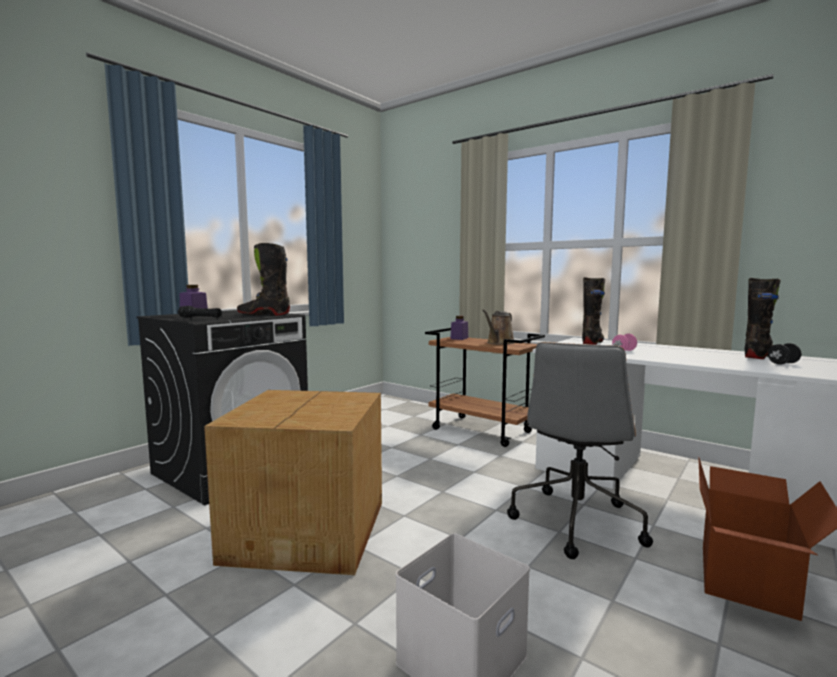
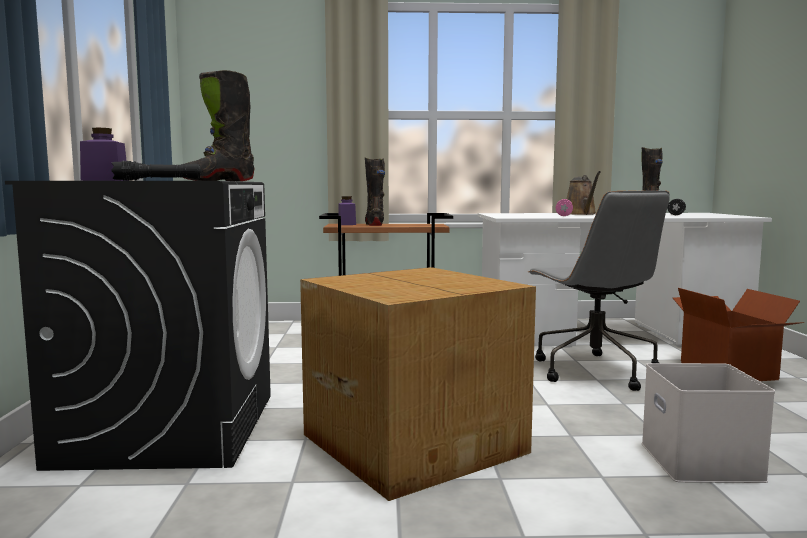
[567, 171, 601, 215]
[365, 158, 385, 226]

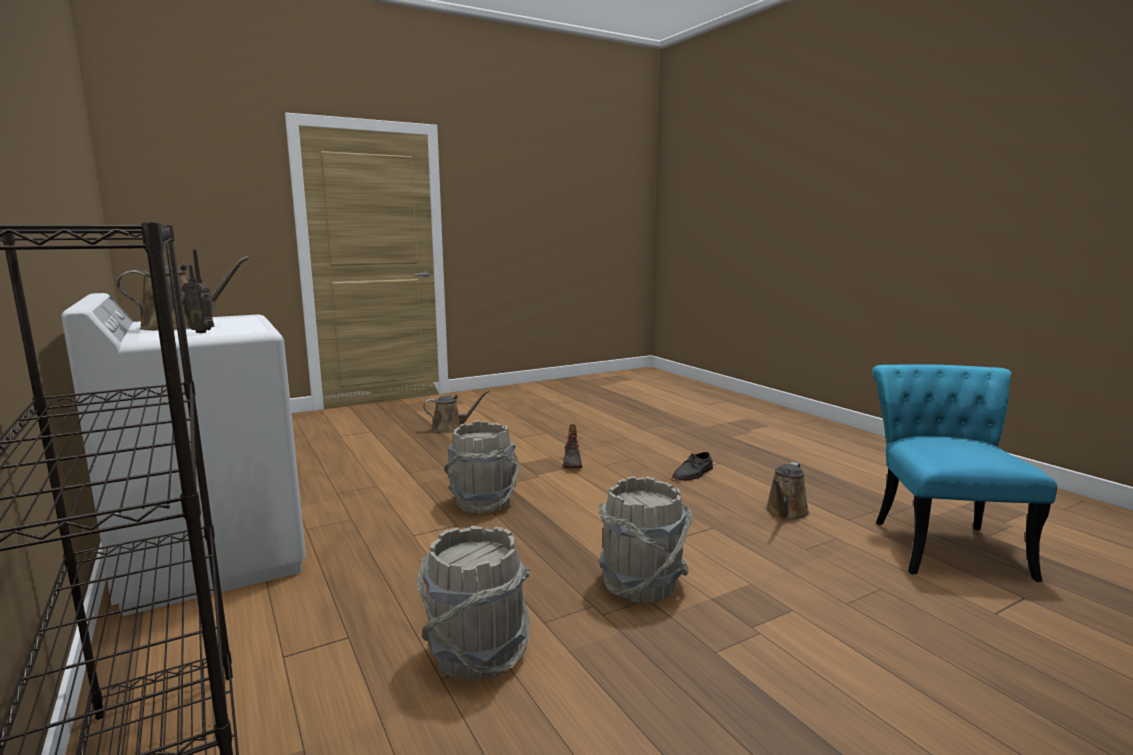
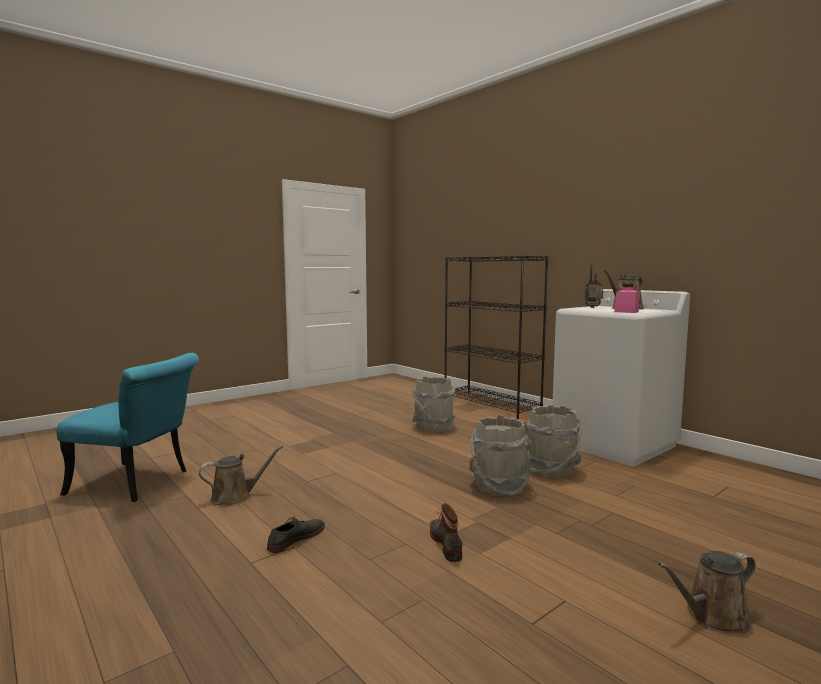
[614, 284, 639, 313]
[524, 405, 582, 479]
[199, 445, 283, 506]
[56, 353, 199, 502]

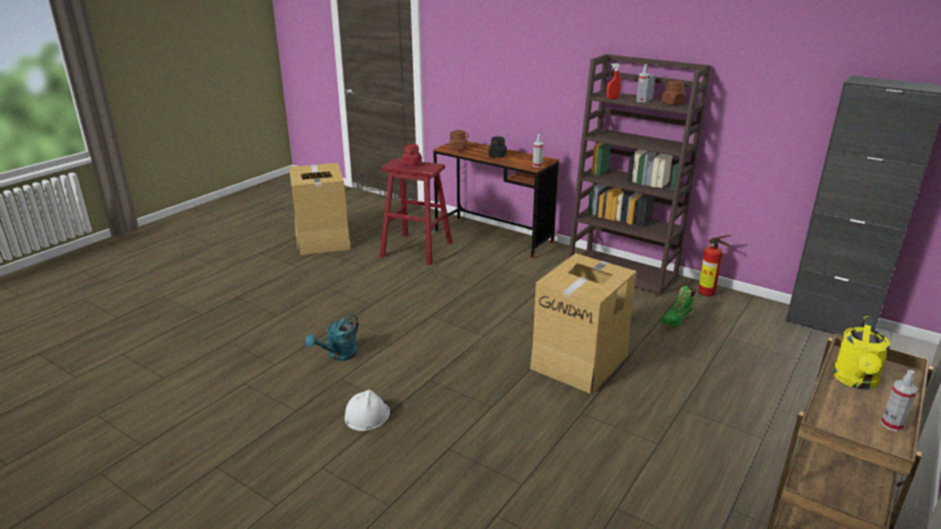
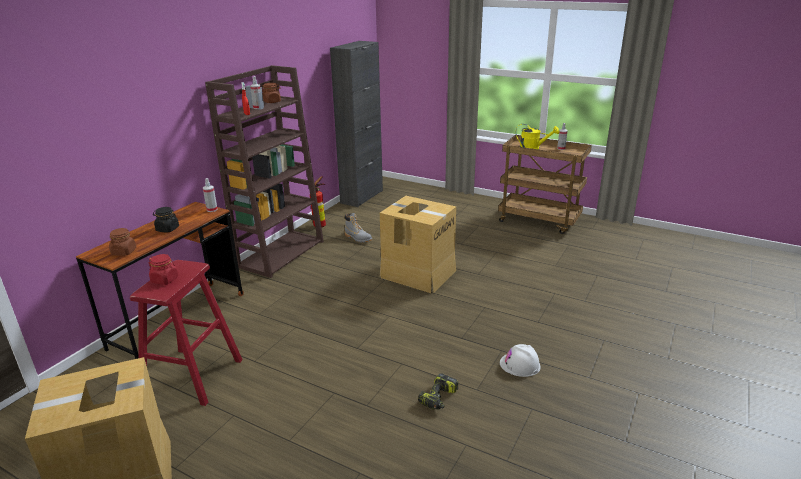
[418, 373, 458, 410]
[345, 213, 372, 243]

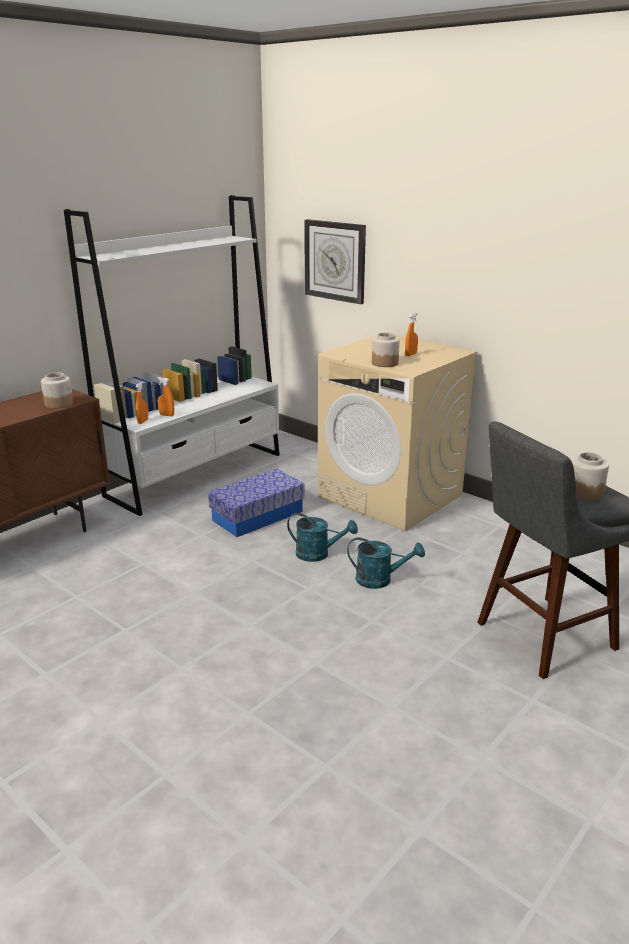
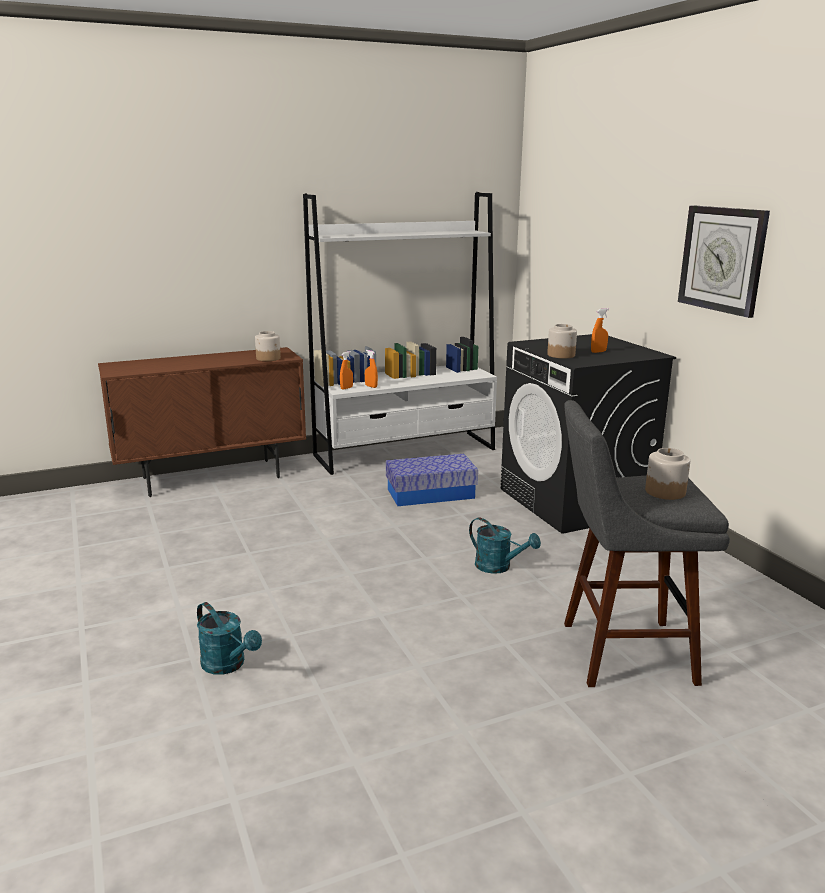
[197, 602, 262, 675]
[678, 205, 770, 318]
[500, 334, 676, 534]

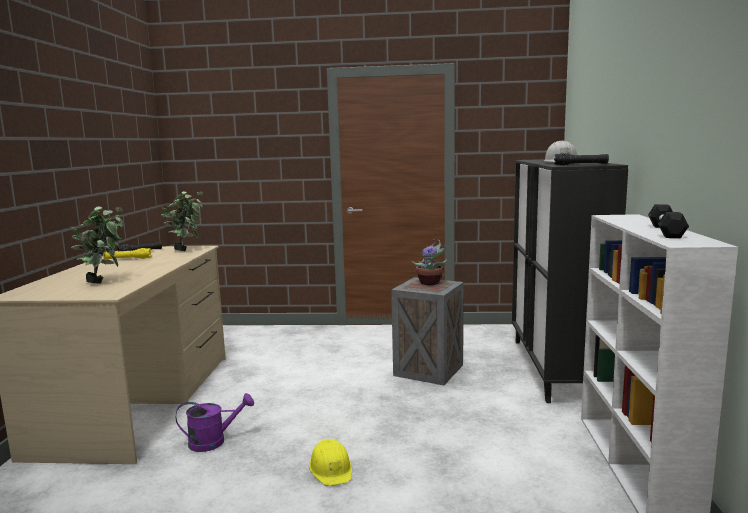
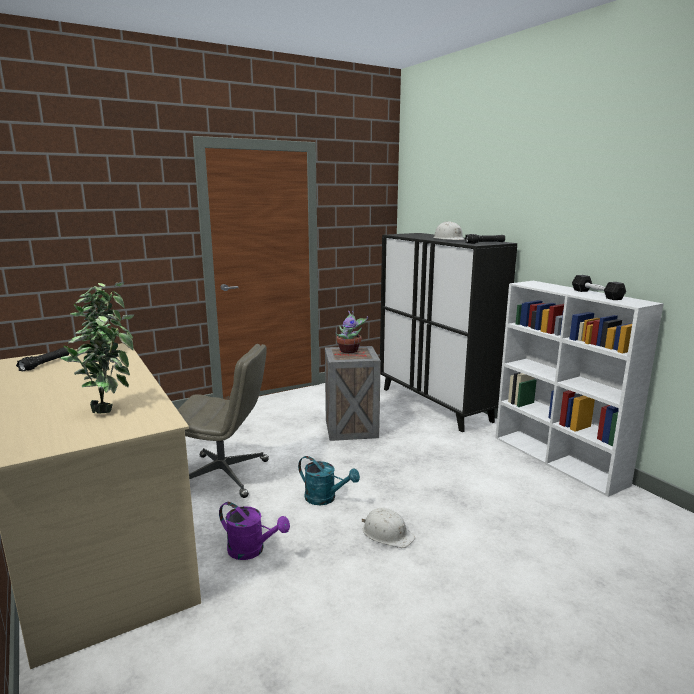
[103, 248, 152, 260] (first image)
[178, 344, 269, 498]
[298, 456, 360, 505]
[362, 508, 415, 548]
[219, 502, 290, 560]

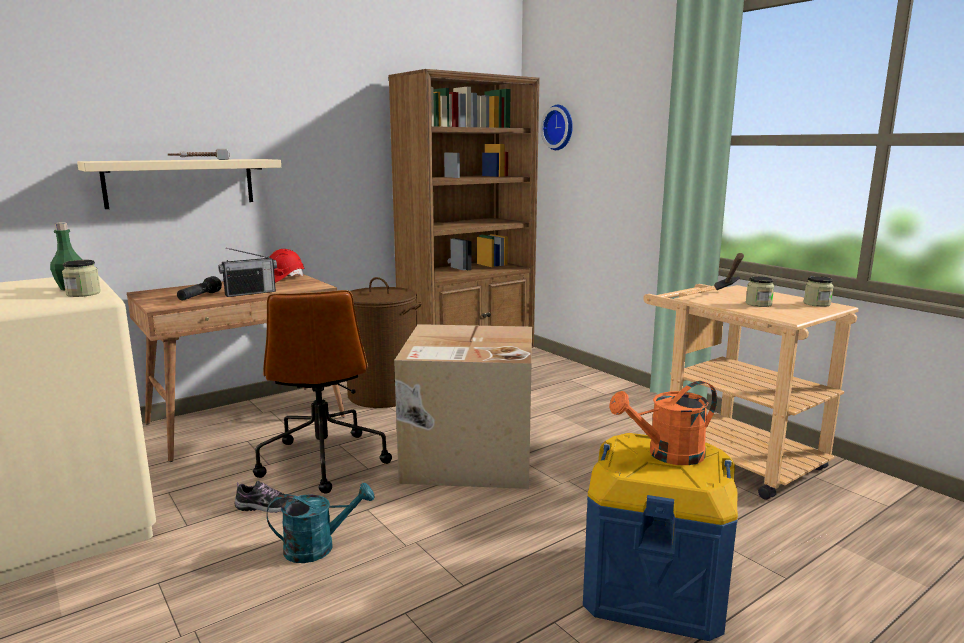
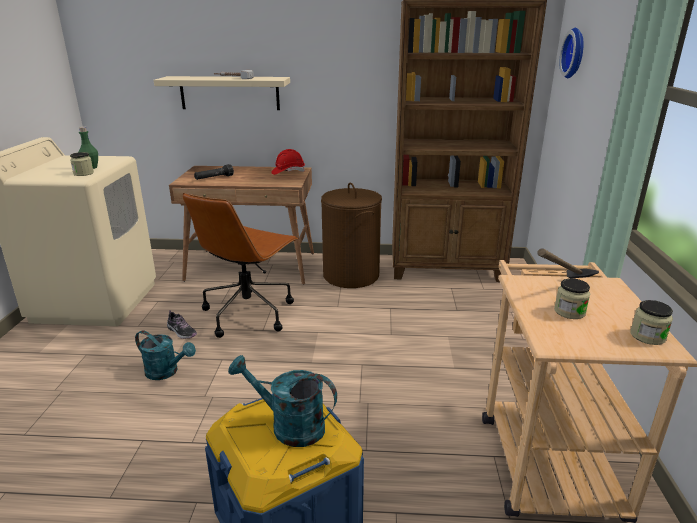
[218, 248, 277, 297] (first image)
[394, 324, 532, 489] (first image)
[228, 355, 337, 447]

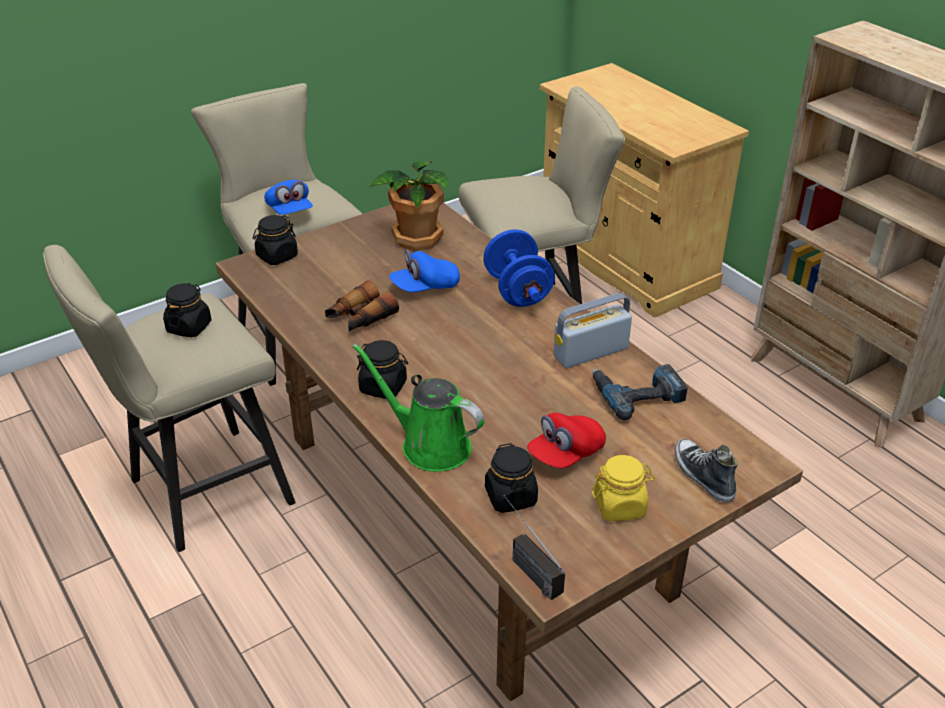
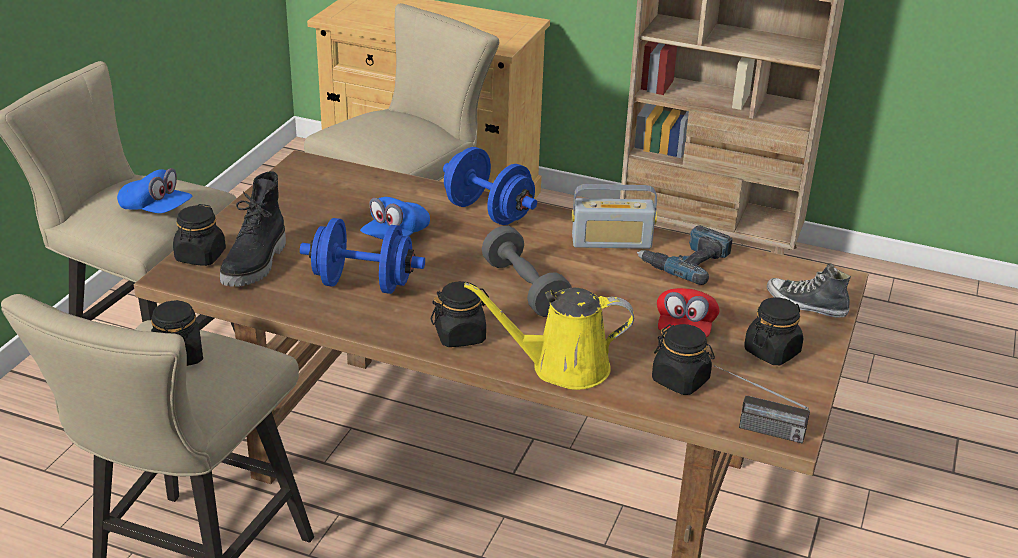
[369, 160, 450, 251] (first image)
[220, 171, 286, 287]
[482, 226, 572, 317]
[300, 218, 425, 294]
[464, 282, 634, 390]
[744, 297, 803, 365]
[572, 184, 657, 249]

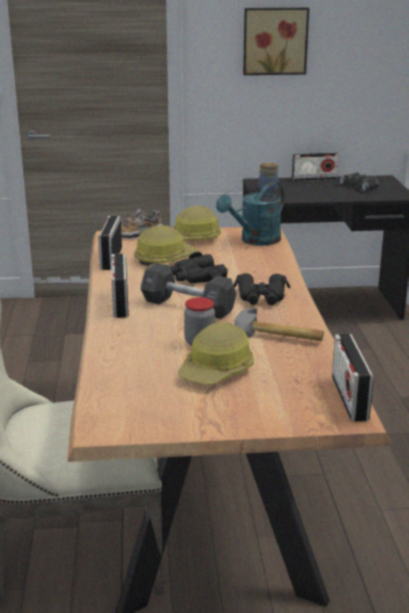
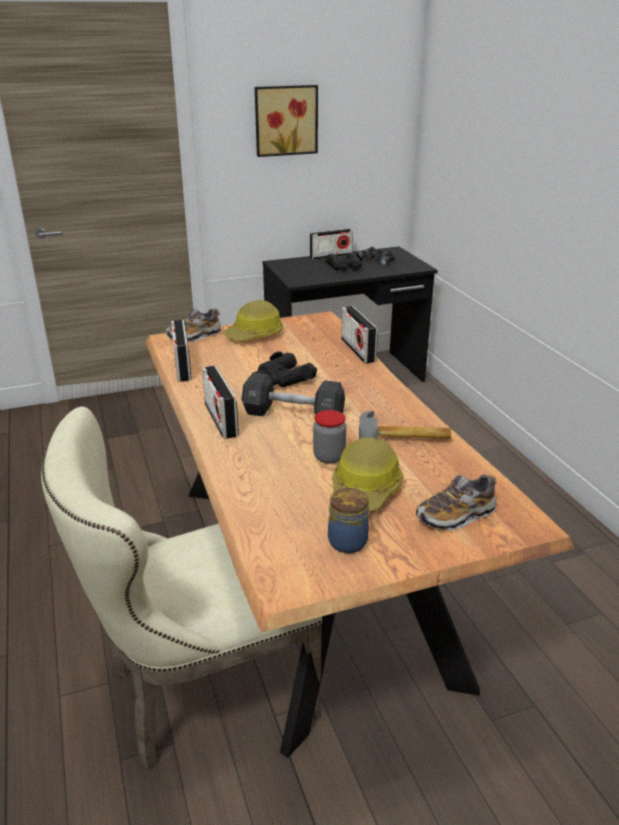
[134, 225, 199, 266] (first image)
[216, 182, 285, 245] (first image)
[416, 474, 497, 530]
[325, 252, 362, 272]
[328, 488, 369, 553]
[341, 306, 378, 363]

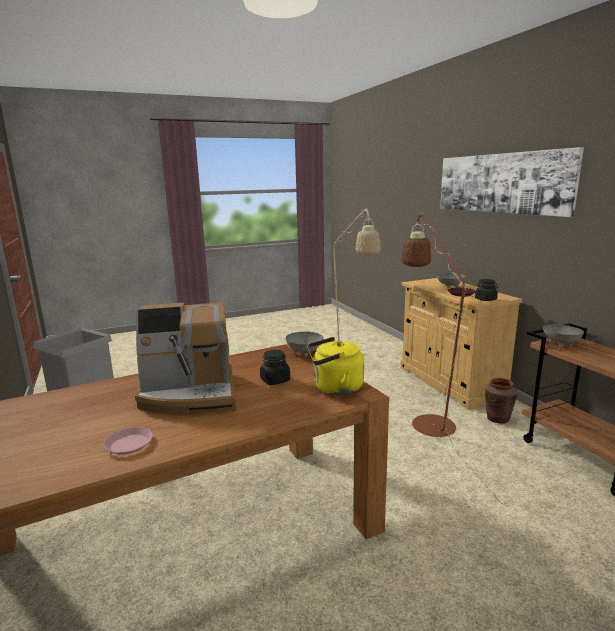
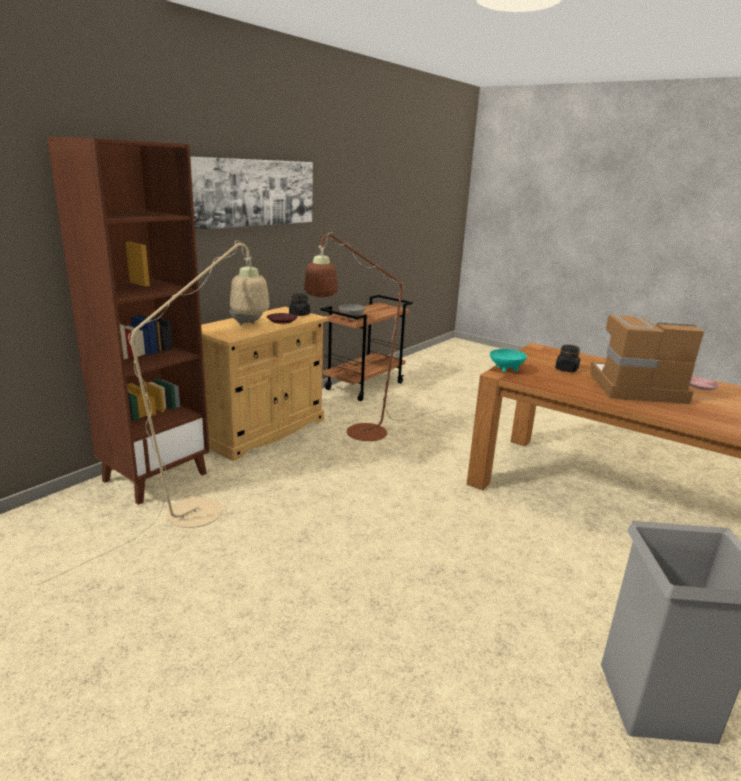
[307, 337, 364, 395] (first image)
[485, 378, 517, 424] (first image)
[47, 137, 209, 505]
[490, 349, 527, 372]
[590, 315, 704, 404]

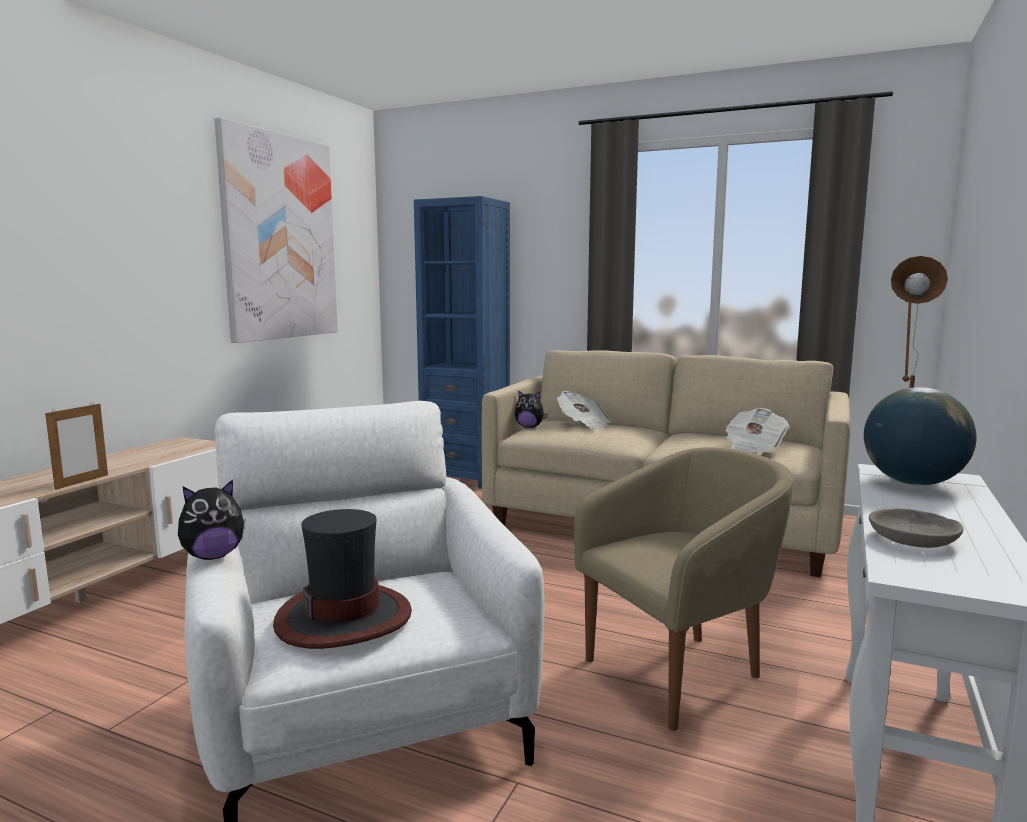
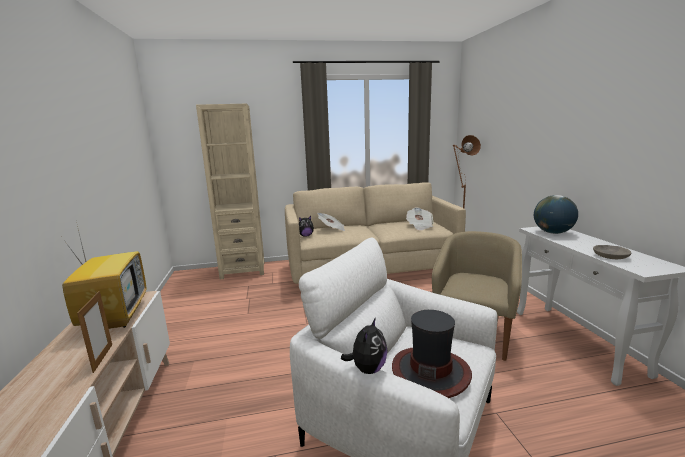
[214, 118, 338, 343] (first image)
[62, 222, 147, 329]
[196, 104, 265, 279]

